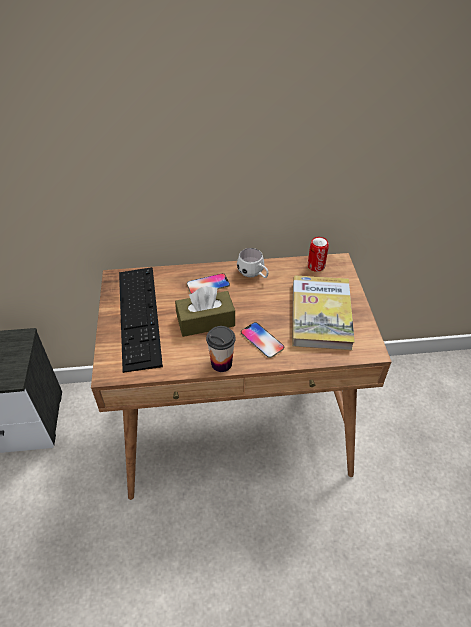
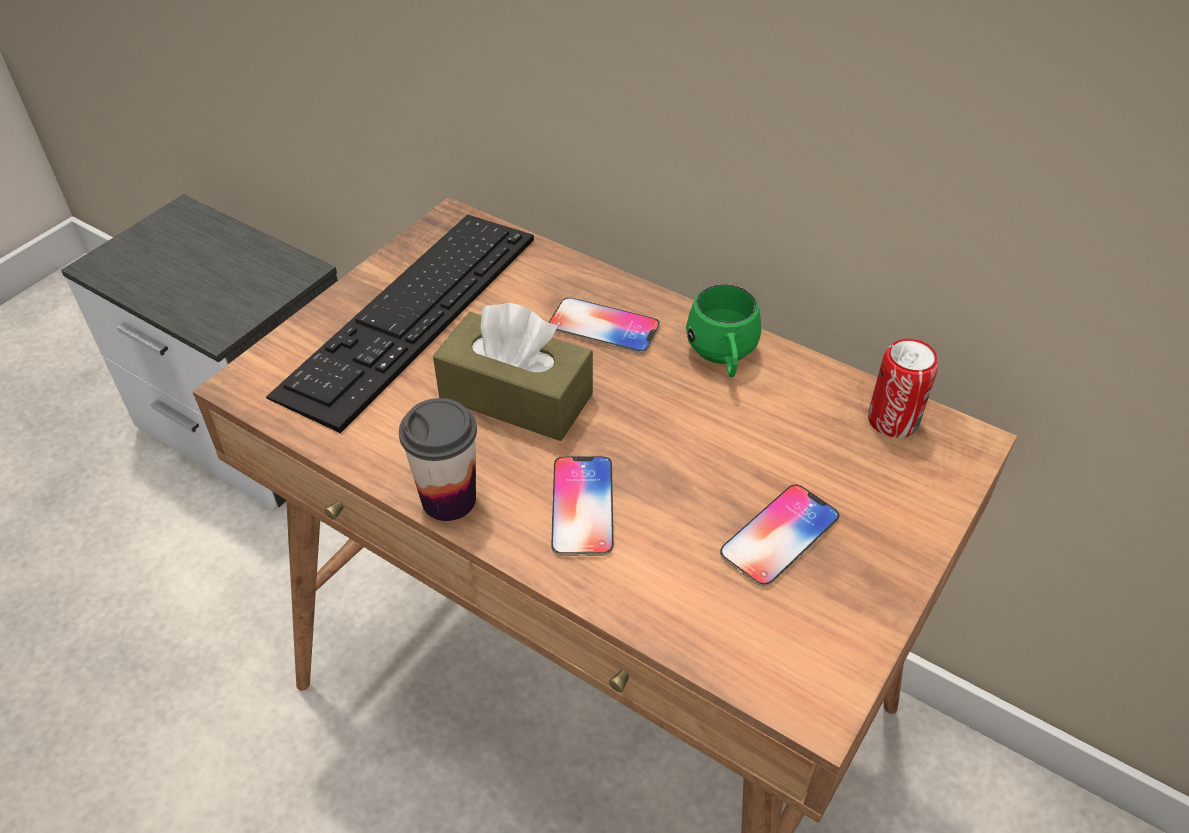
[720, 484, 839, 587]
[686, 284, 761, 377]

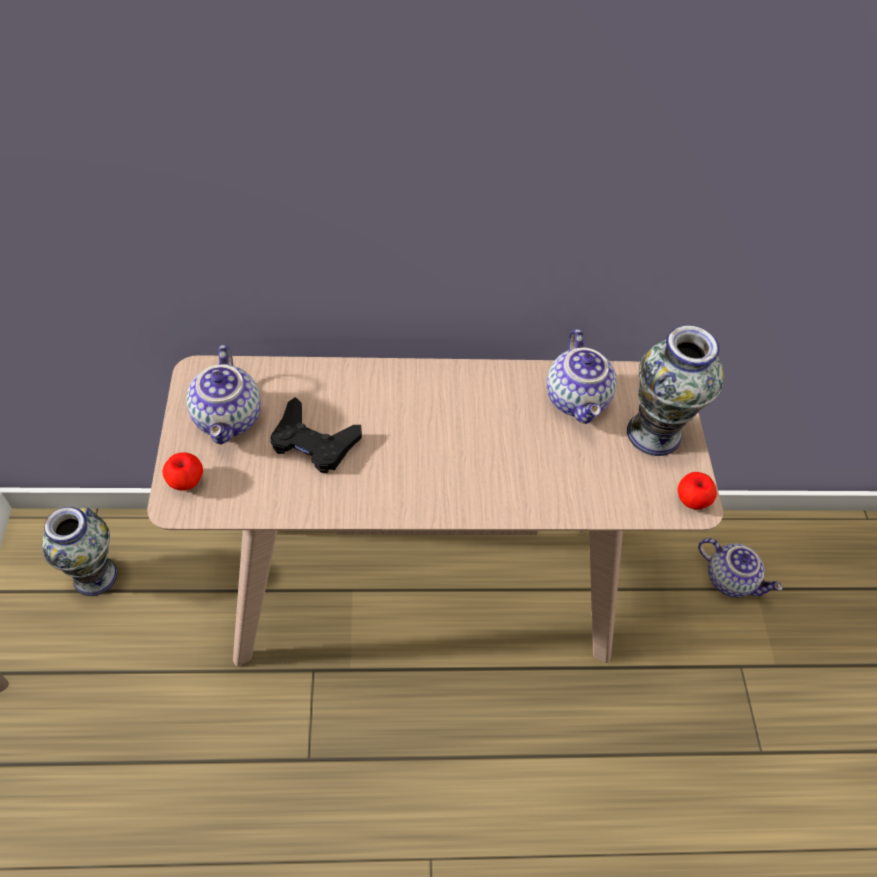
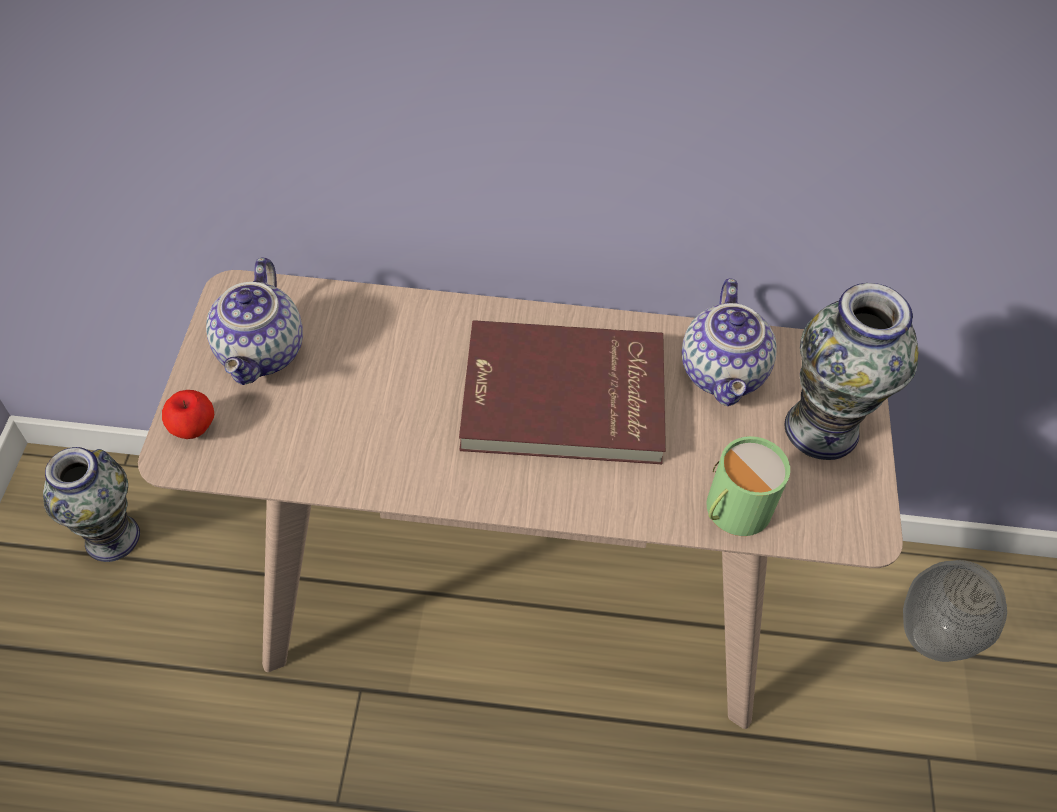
[270, 397, 362, 473] (first image)
[678, 472, 717, 510] (first image)
[459, 320, 666, 464]
[706, 436, 790, 536]
[903, 560, 1007, 662]

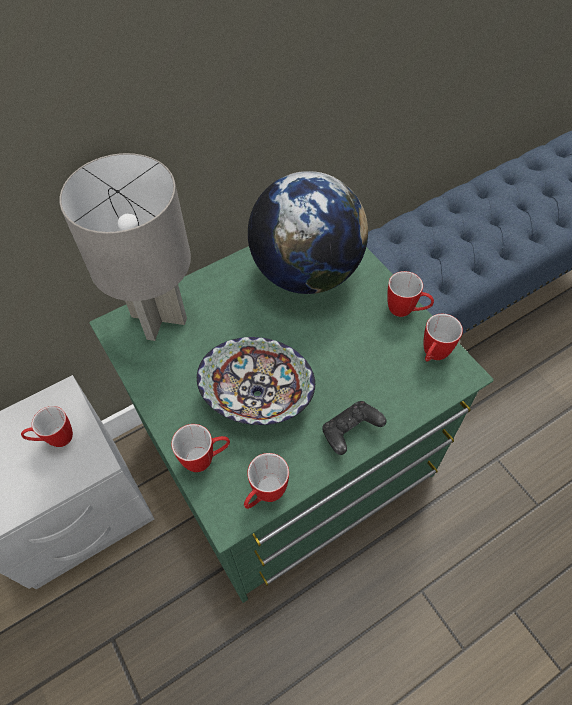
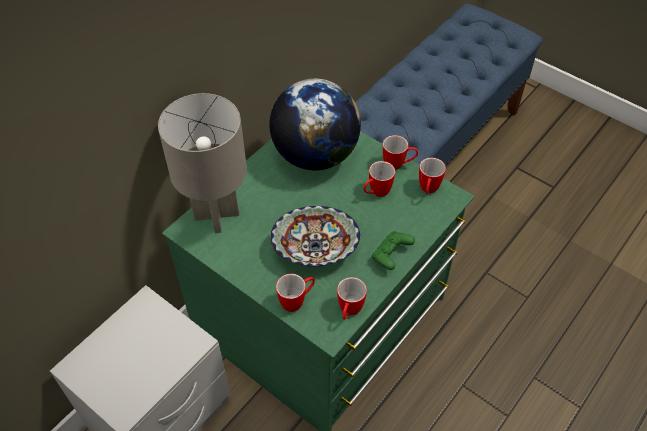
[363, 161, 395, 197]
[372, 231, 415, 270]

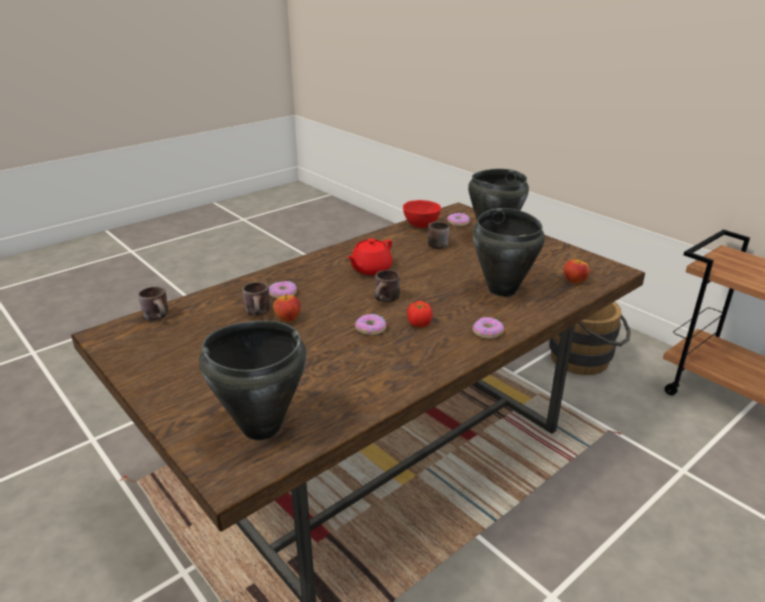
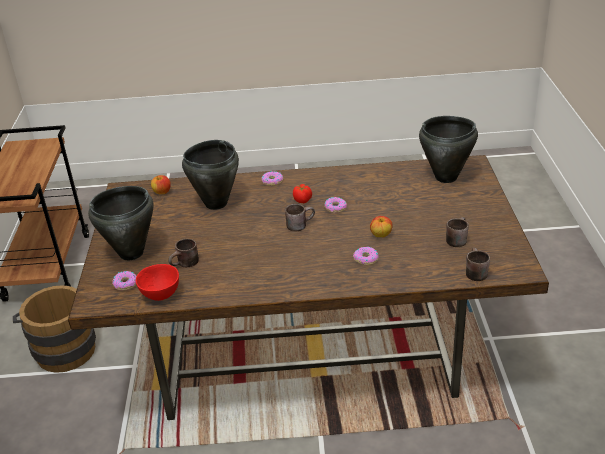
[347, 238, 392, 275] (first image)
[446, 217, 469, 247]

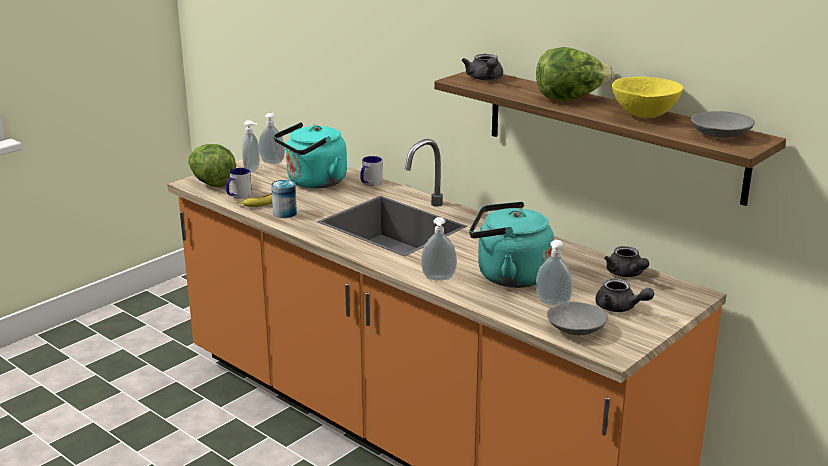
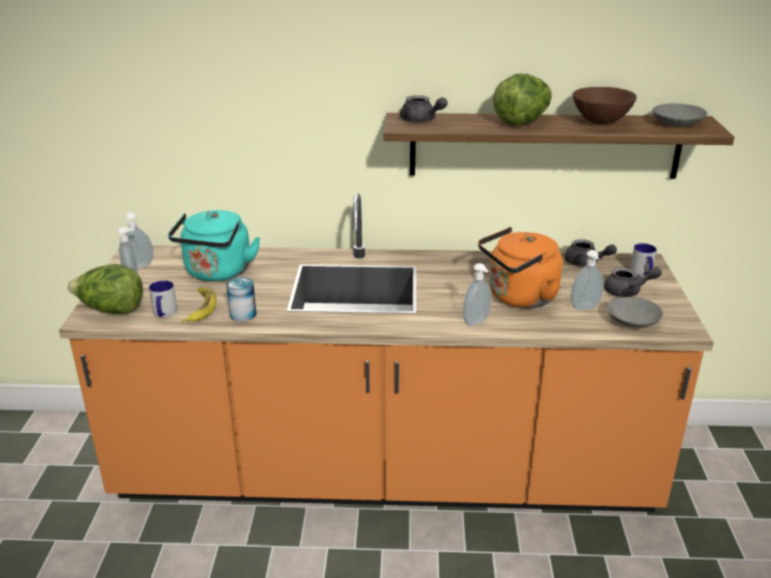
[630, 243, 657, 277]
[478, 227, 563, 308]
[573, 87, 637, 124]

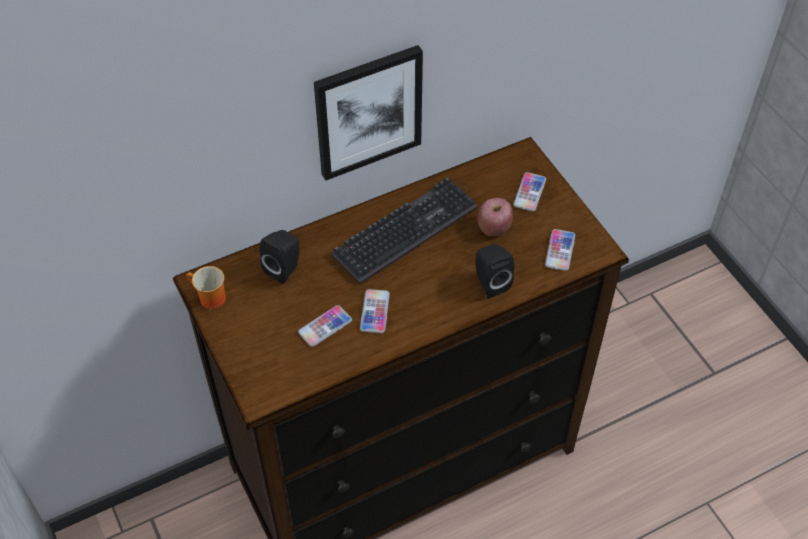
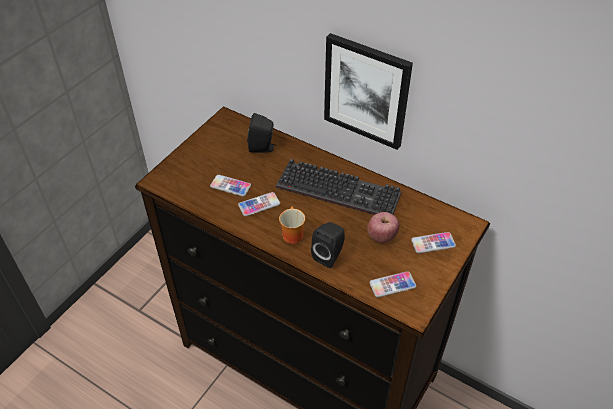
[279, 206, 305, 244]

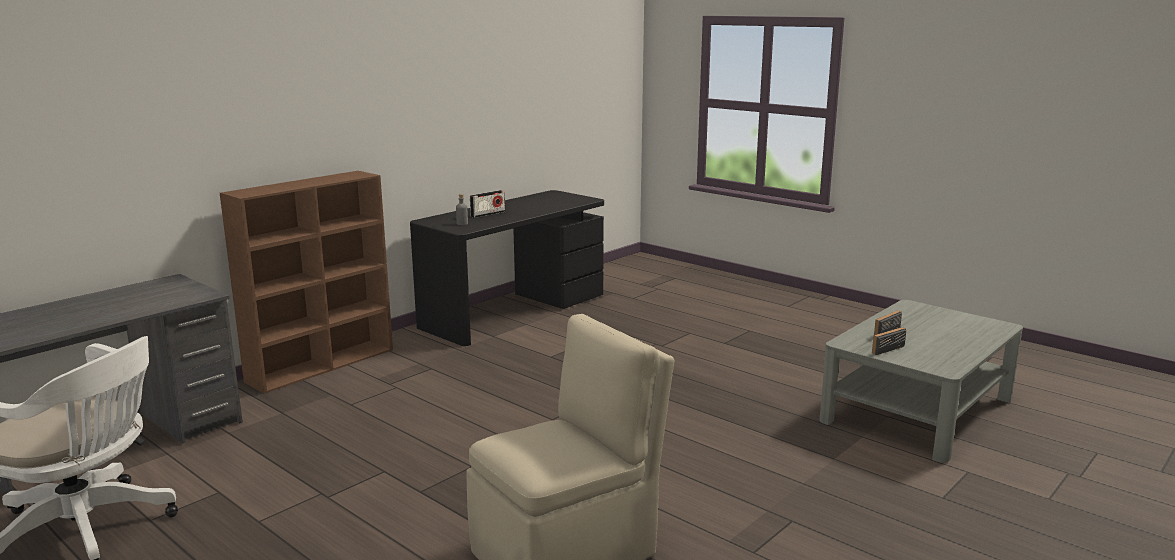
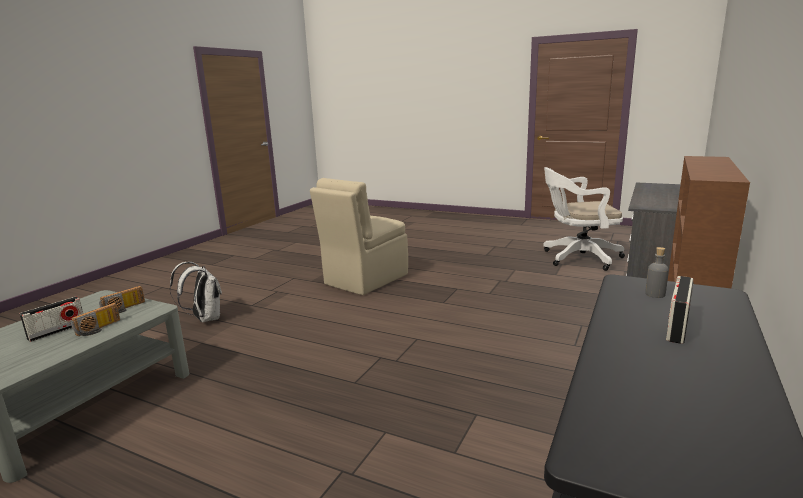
[20, 297, 83, 342]
[170, 262, 222, 322]

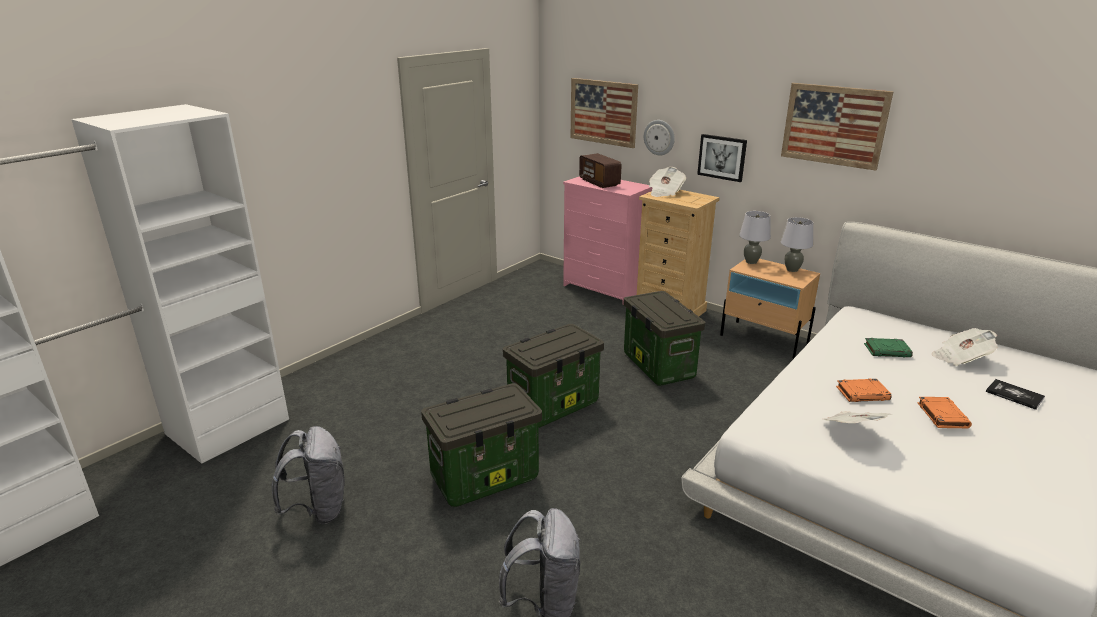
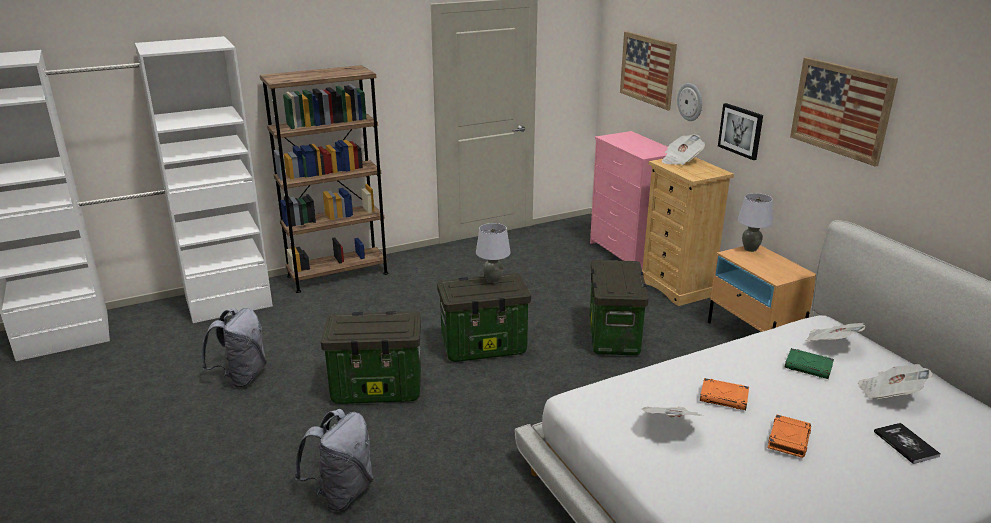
[579, 153, 622, 188] (first image)
[260, 65, 388, 293]
[805, 323, 866, 341]
[476, 223, 511, 284]

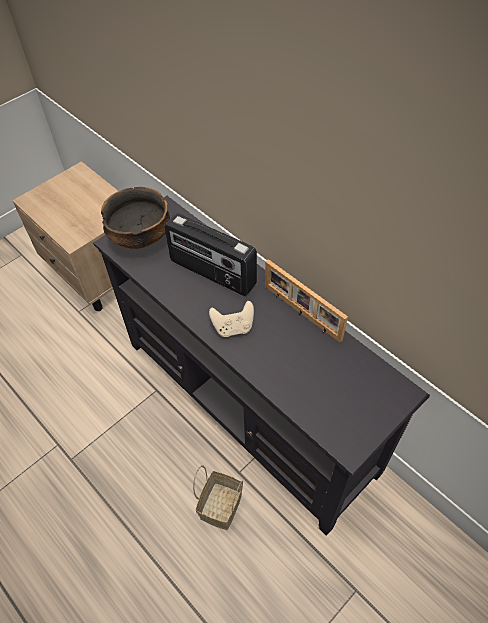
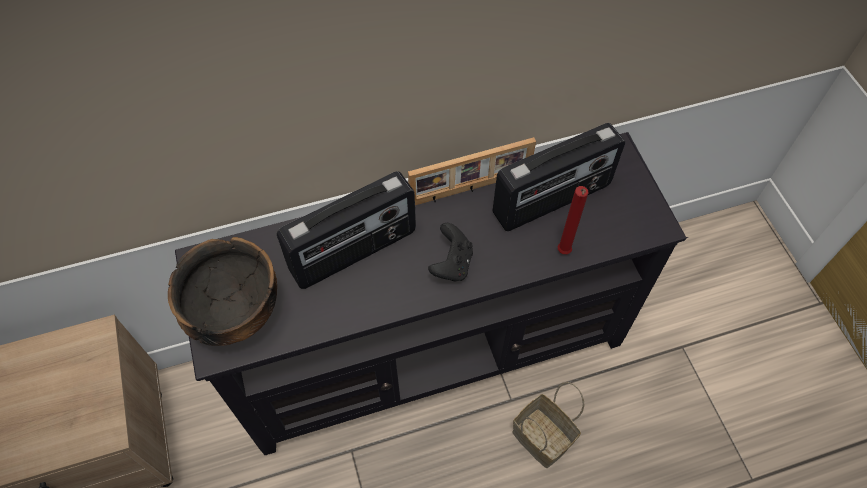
[493, 123, 625, 231]
[558, 186, 588, 254]
[428, 223, 473, 281]

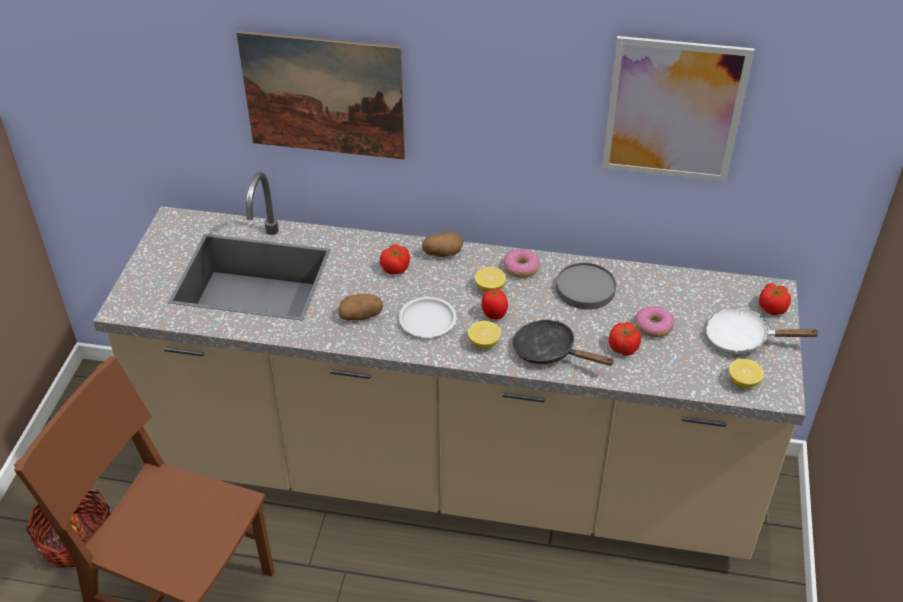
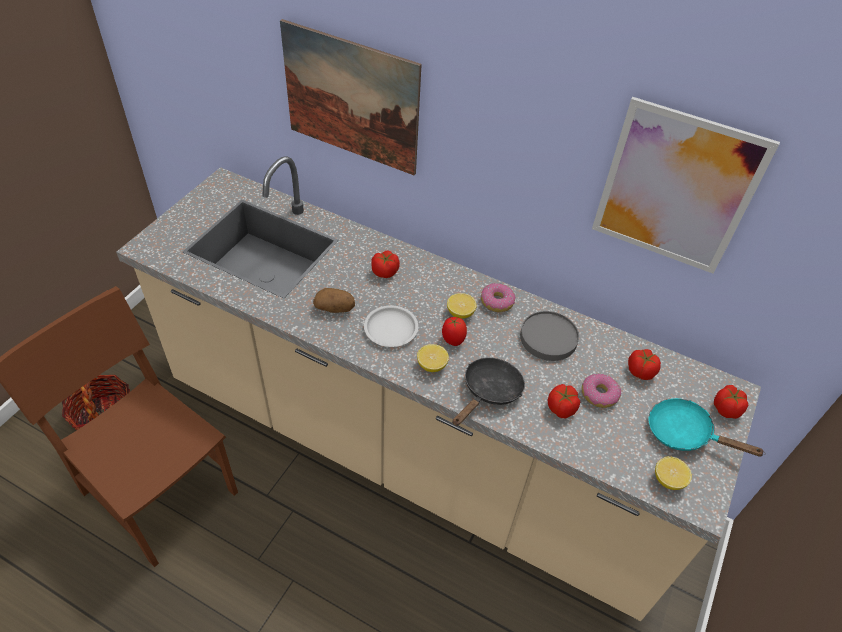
[422, 233, 463, 257] (first image)
[628, 349, 661, 380]
[649, 398, 766, 457]
[452, 358, 525, 426]

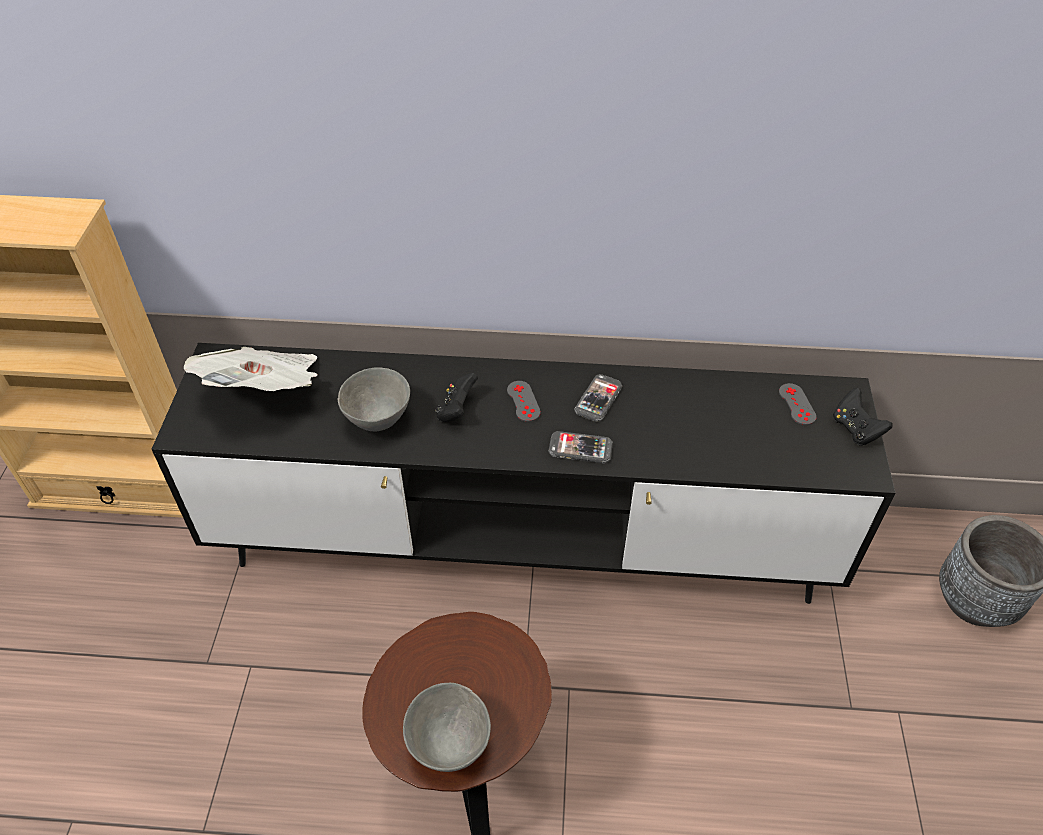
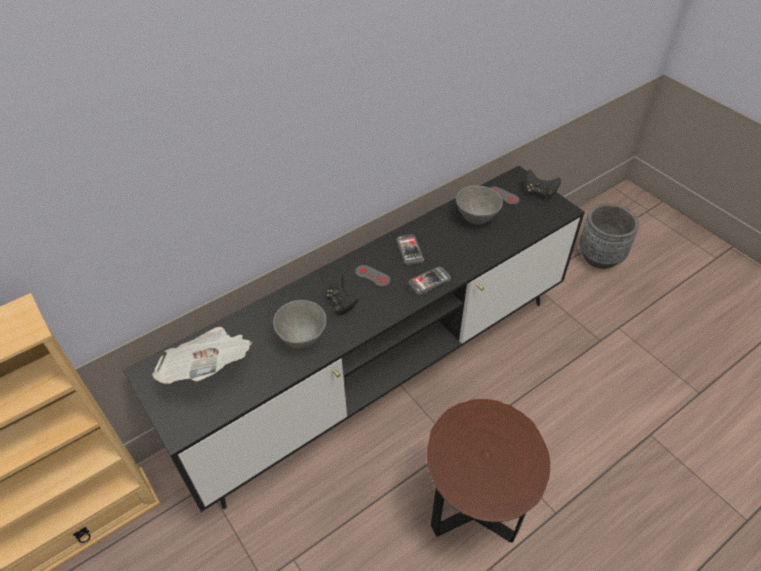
[456, 186, 503, 225]

